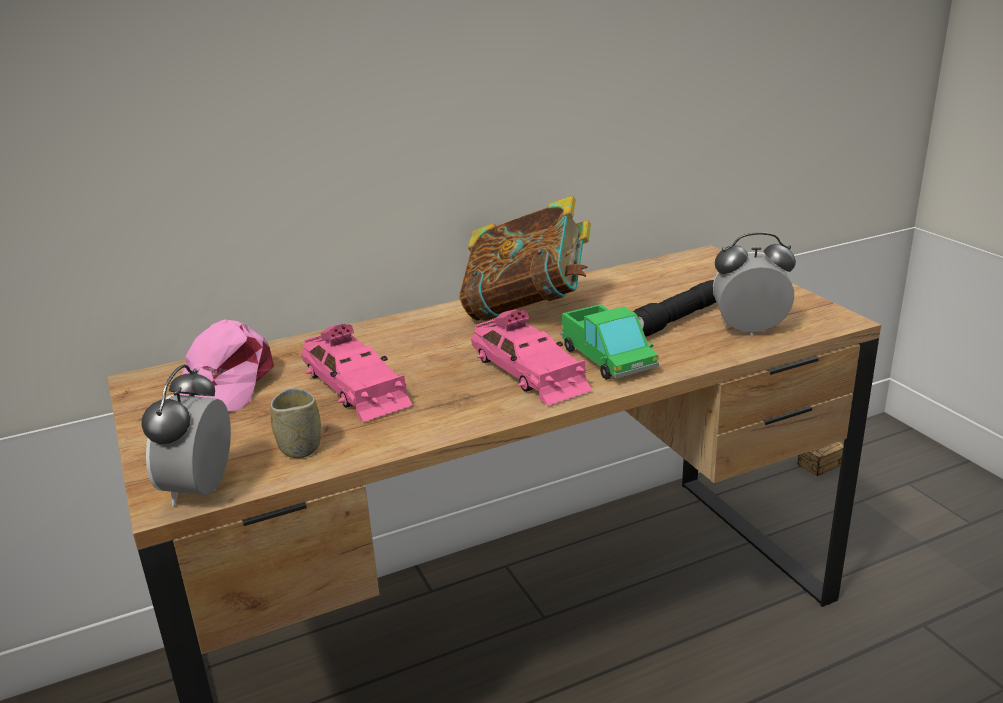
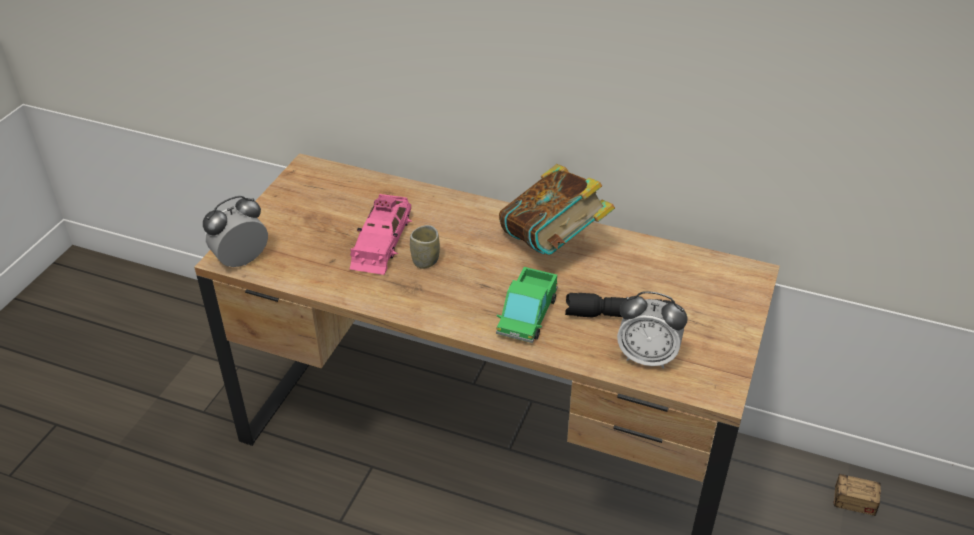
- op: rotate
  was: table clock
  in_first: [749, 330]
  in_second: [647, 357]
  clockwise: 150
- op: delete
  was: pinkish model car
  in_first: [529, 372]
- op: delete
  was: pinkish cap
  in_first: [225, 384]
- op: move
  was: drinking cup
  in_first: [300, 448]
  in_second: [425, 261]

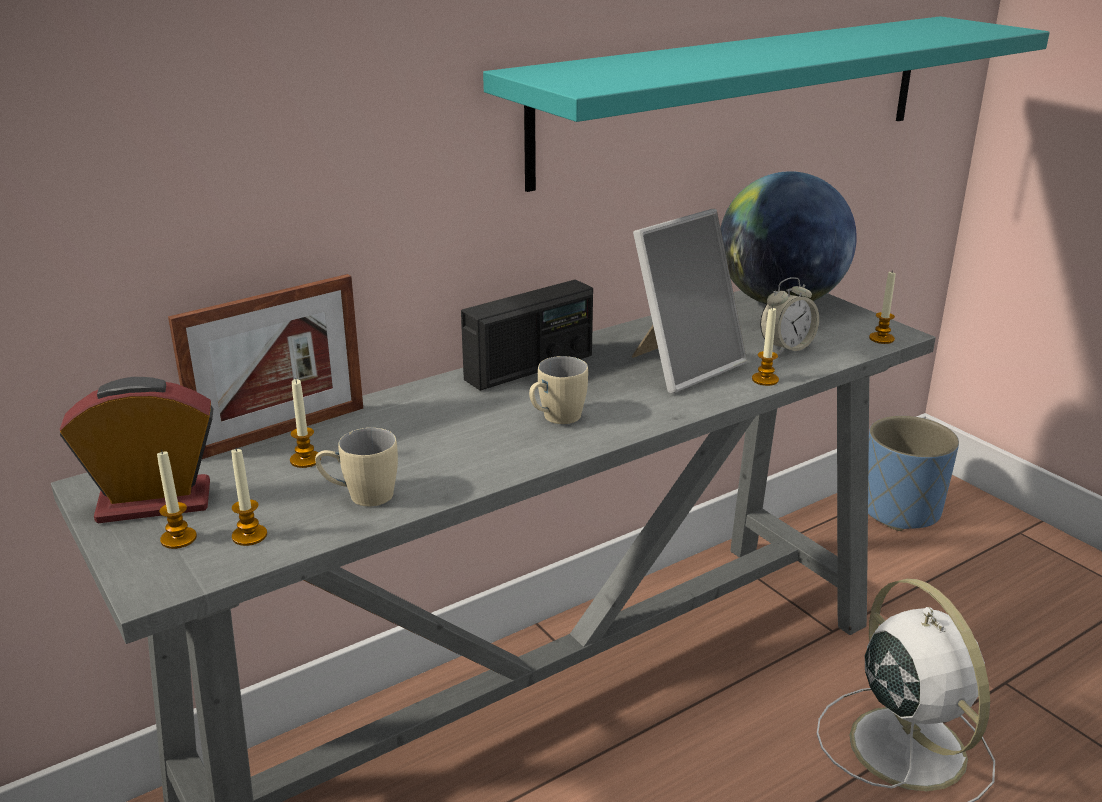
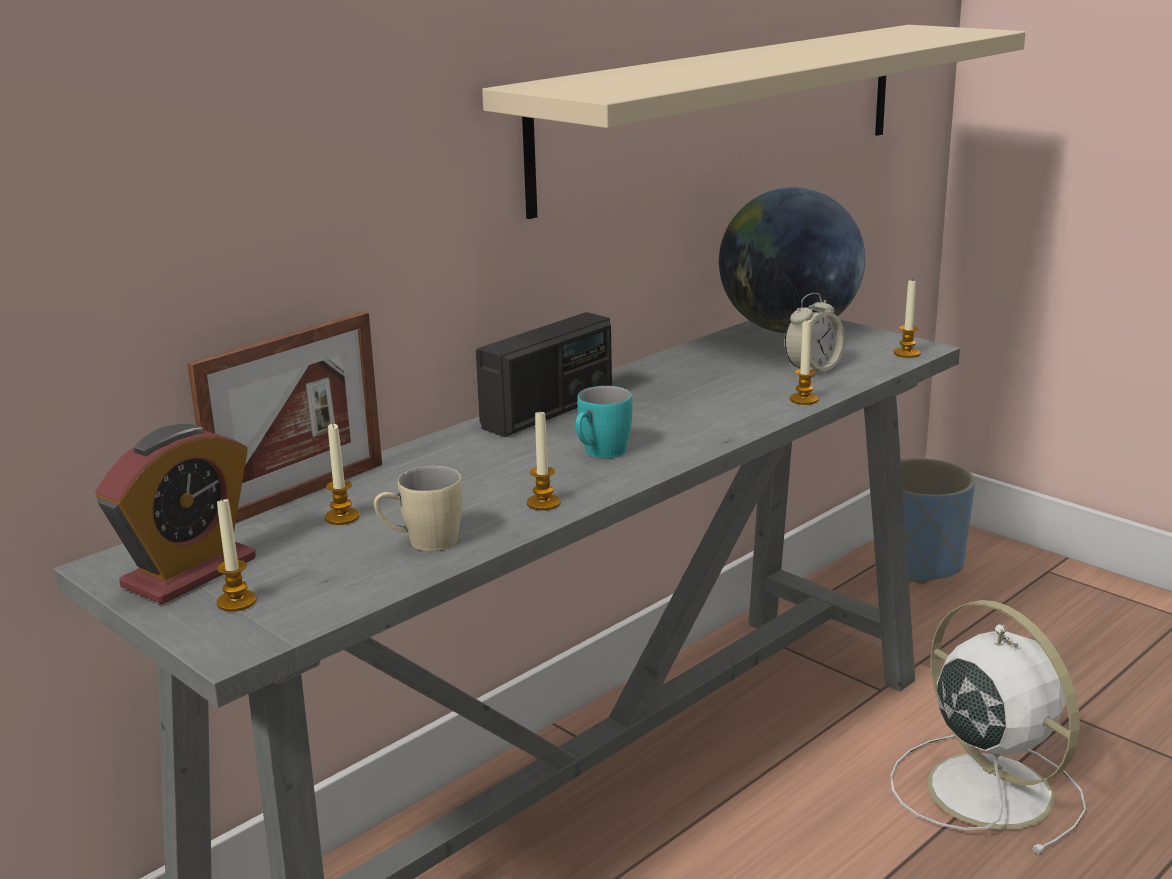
- op: recolor
  was: blue-green wall shelf
  now: beige-coloured wall shelf
  in_first: [739, 96]
  in_second: [727, 112]
- op: delete
  was: photo frame
  in_first: [682, 366]
- op: recolor
  was: beige-coloured tea mug
  now: blue-green tea mug
  in_first: [556, 419]
  in_second: [600, 454]
- op: rotate
  was: table clock
  in_first: [154, 502]
  in_second: [189, 573]
  clockwise: 150
- op: move
  was: candle
  in_first: [249, 536]
  in_second: [543, 503]

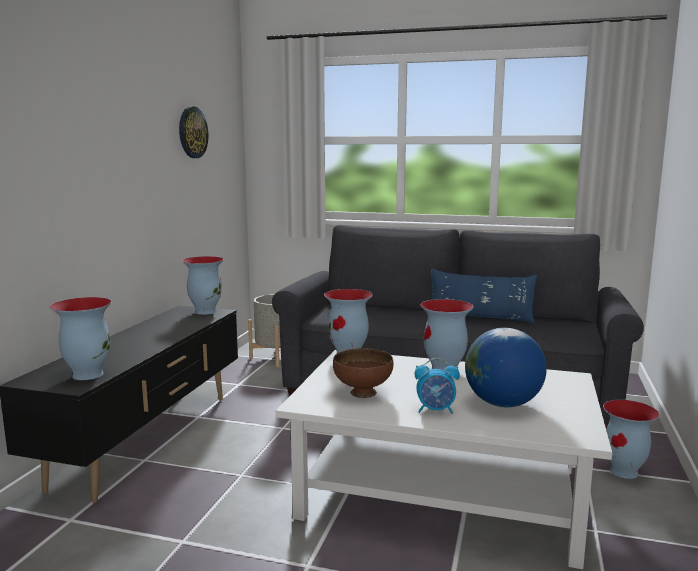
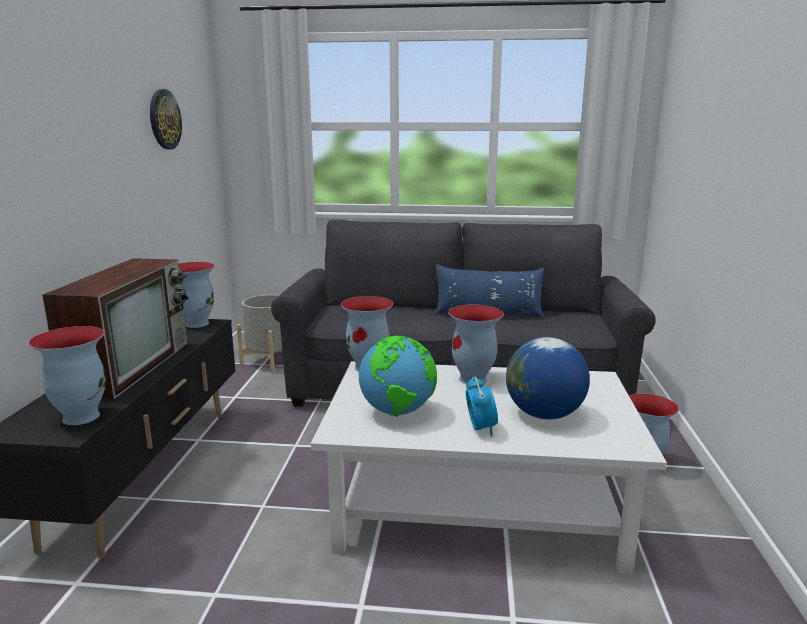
- op: replace
  was: brownish serving bowl
  now: desk globe
  in_first: [363, 392]
  in_second: [398, 412]
- op: rotate
  was: table clock
  in_first: [436, 410]
  in_second: [480, 428]
  clockwise: -90
- op: insert
  now: TV set
  in_second: [131, 366]

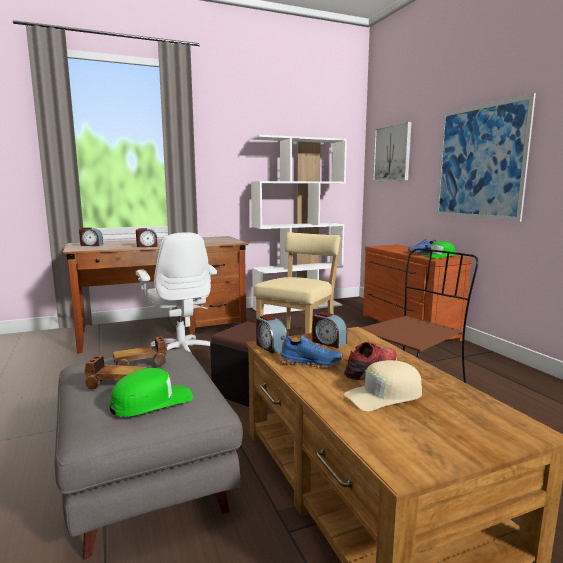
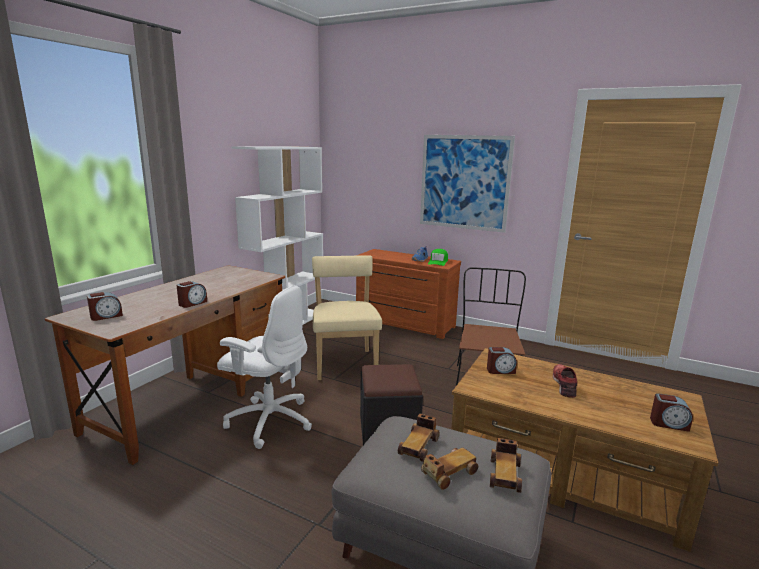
- op: delete
  was: wall picture
  in_first: [392, 153]
- op: move
  was: table clock
  in_first: [270, 347]
  in_second: [668, 424]
- op: delete
  was: blue shoe
  in_first: [310, 363]
- op: delete
  was: beige-coloured cap
  in_first: [384, 395]
- op: replace
  was: greenish cap
  now: model car
  in_first: [152, 401]
  in_second: [505, 474]

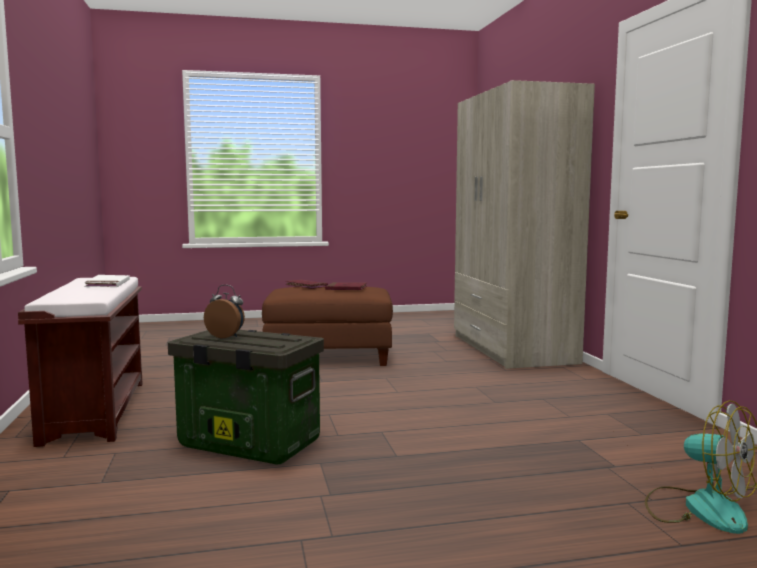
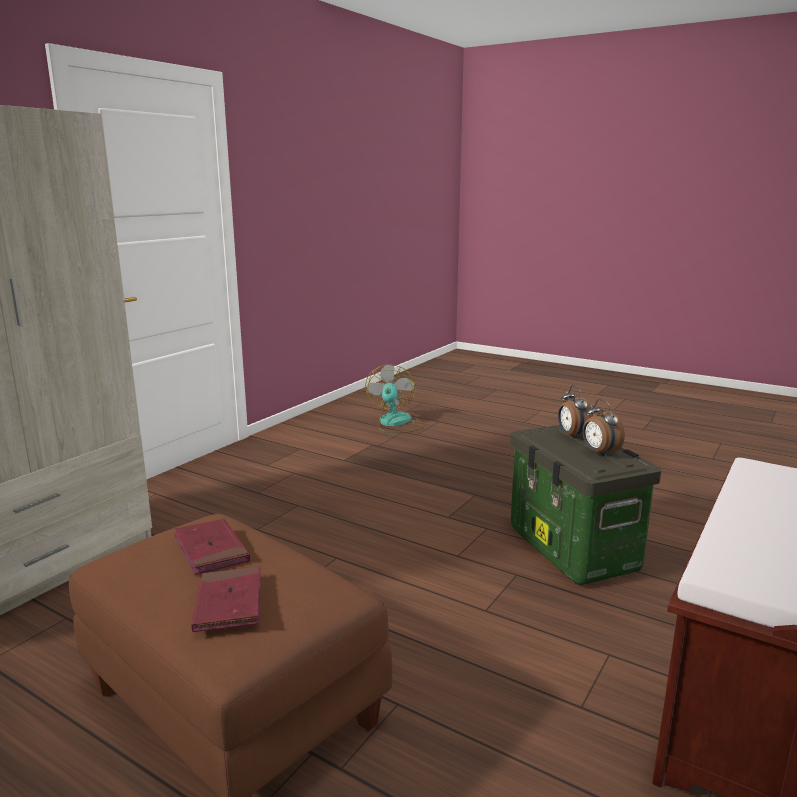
- op: delete
  was: white-coloured volume
  in_first: [107, 284]
- op: insert
  now: table clock
  in_second: [572, 435]

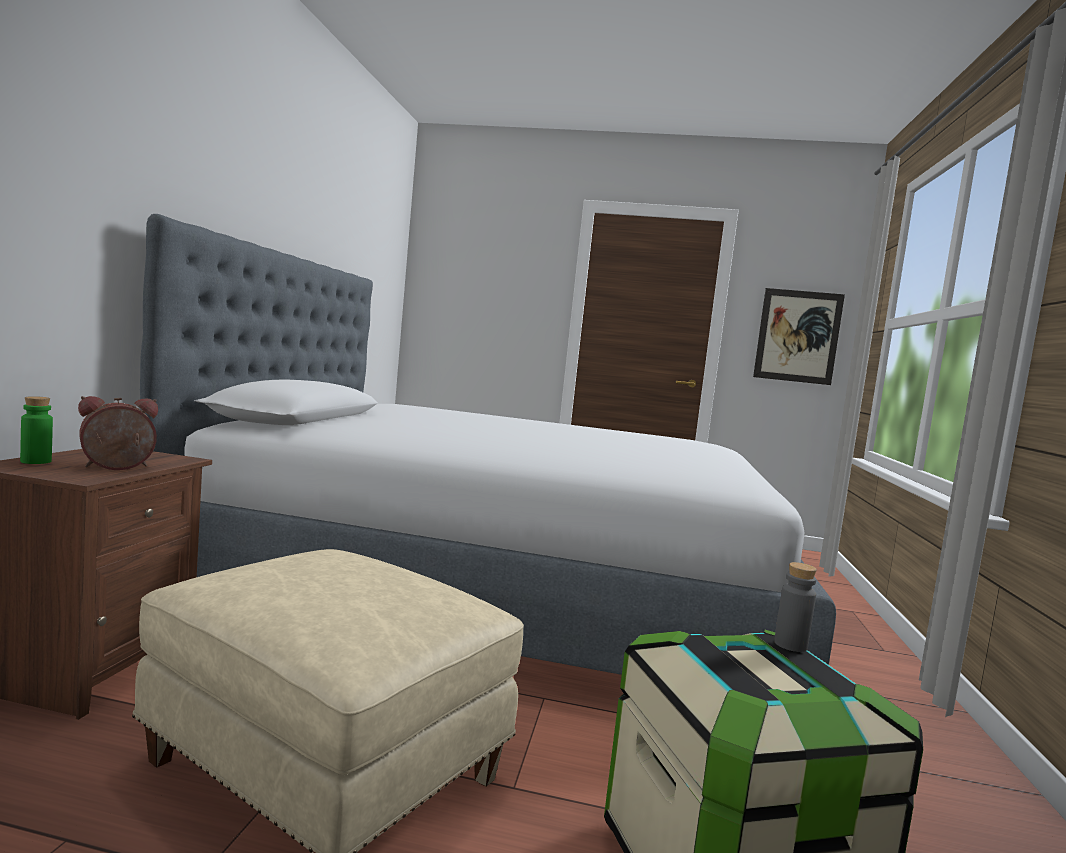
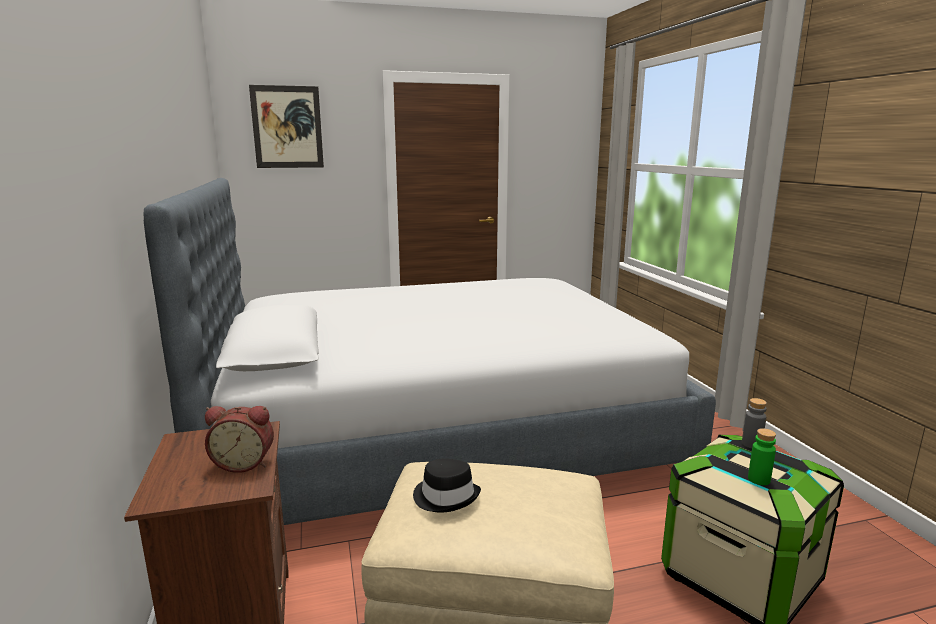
- op: move
  was: wall picture
  in_first: [797, 336]
  in_second: [287, 127]
- op: move
  was: greenish bottle
  in_first: [36, 461]
  in_second: [759, 479]
- op: rotate
  was: table clock
  in_first: [117, 468]
  in_second: [244, 463]
  clockwise: -120
- op: insert
  now: black hat
  in_second: [446, 496]

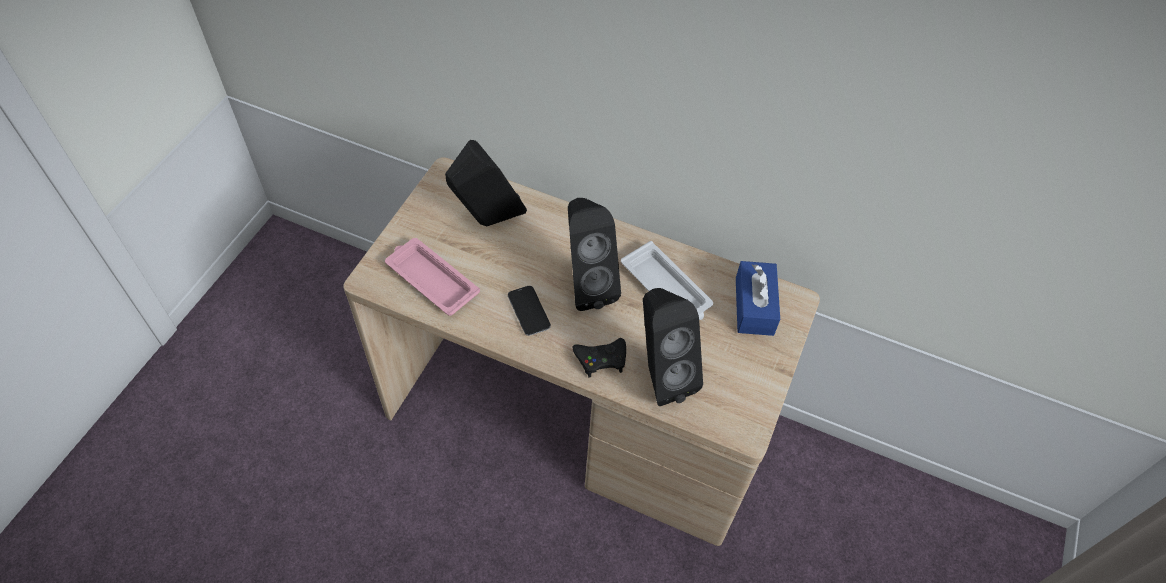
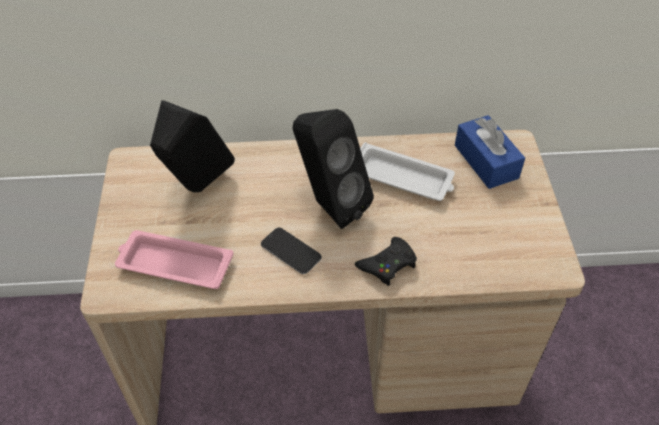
- op: delete
  was: black audio speaker
  in_first: [660, 374]

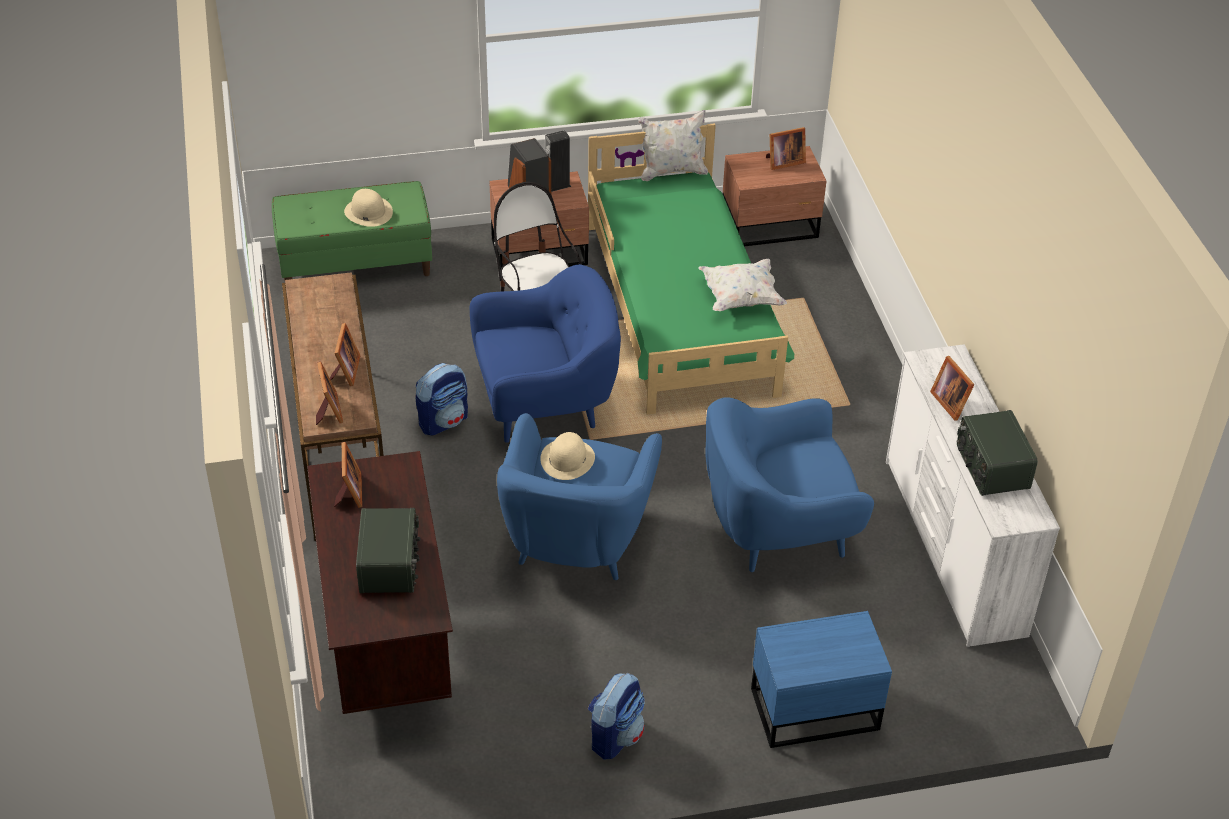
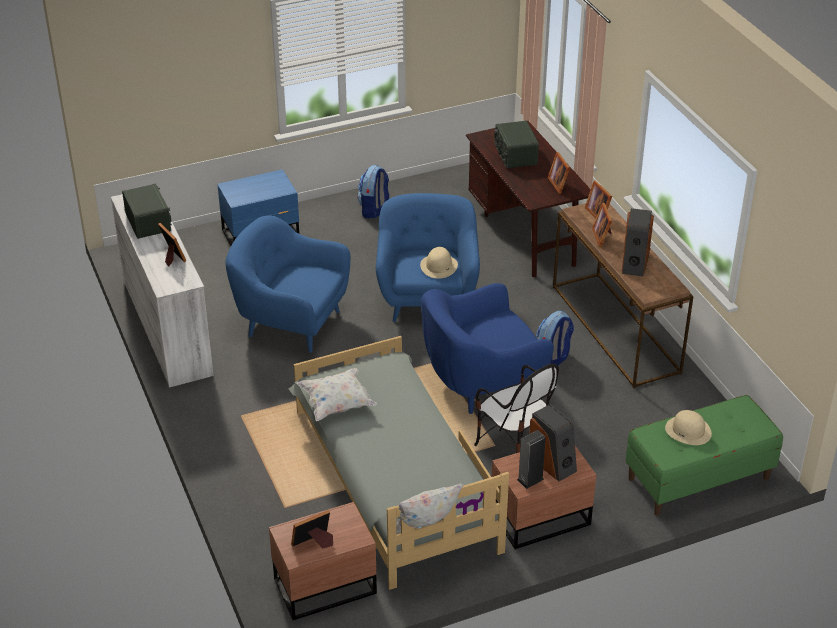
- op: recolor
  was: greenish bed
  now: grey bed
  in_first: [681, 309]
  in_second: [393, 479]
- op: rotate
  was: blue lounge chair
  in_first: [778, 528]
  in_second: [291, 322]
  clockwise: -135
- op: insert
  now: audio speaker
  in_second: [634, 262]

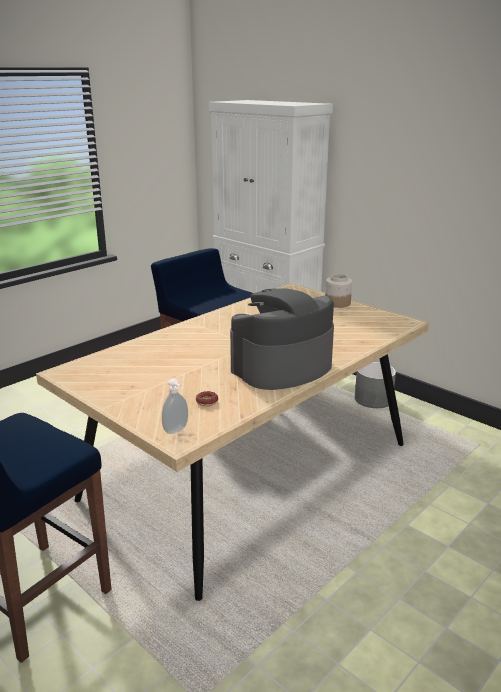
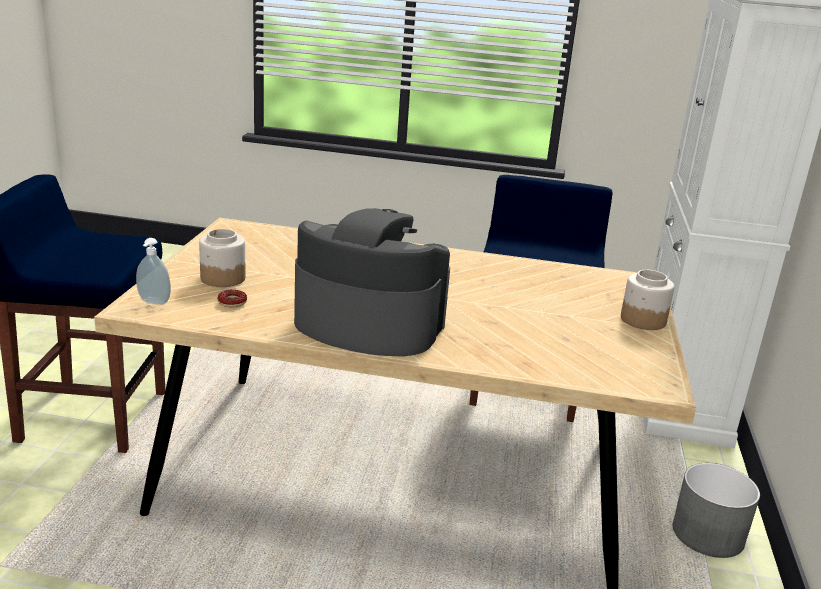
- op: insert
  now: storage jar
  in_second: [222, 278]

